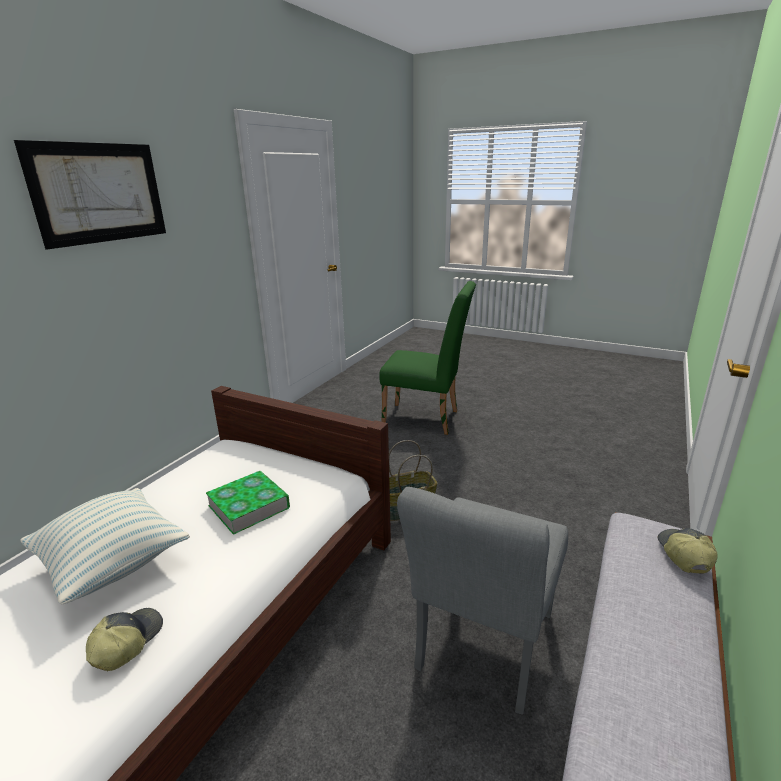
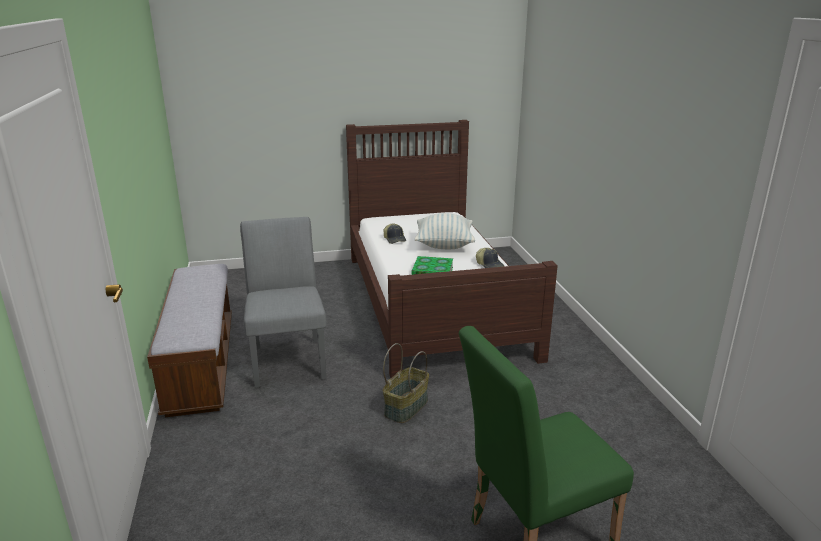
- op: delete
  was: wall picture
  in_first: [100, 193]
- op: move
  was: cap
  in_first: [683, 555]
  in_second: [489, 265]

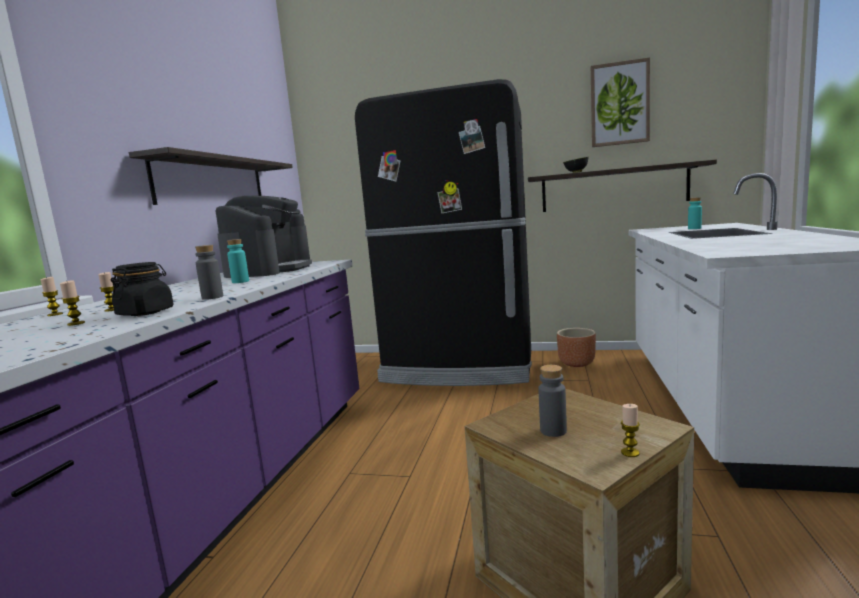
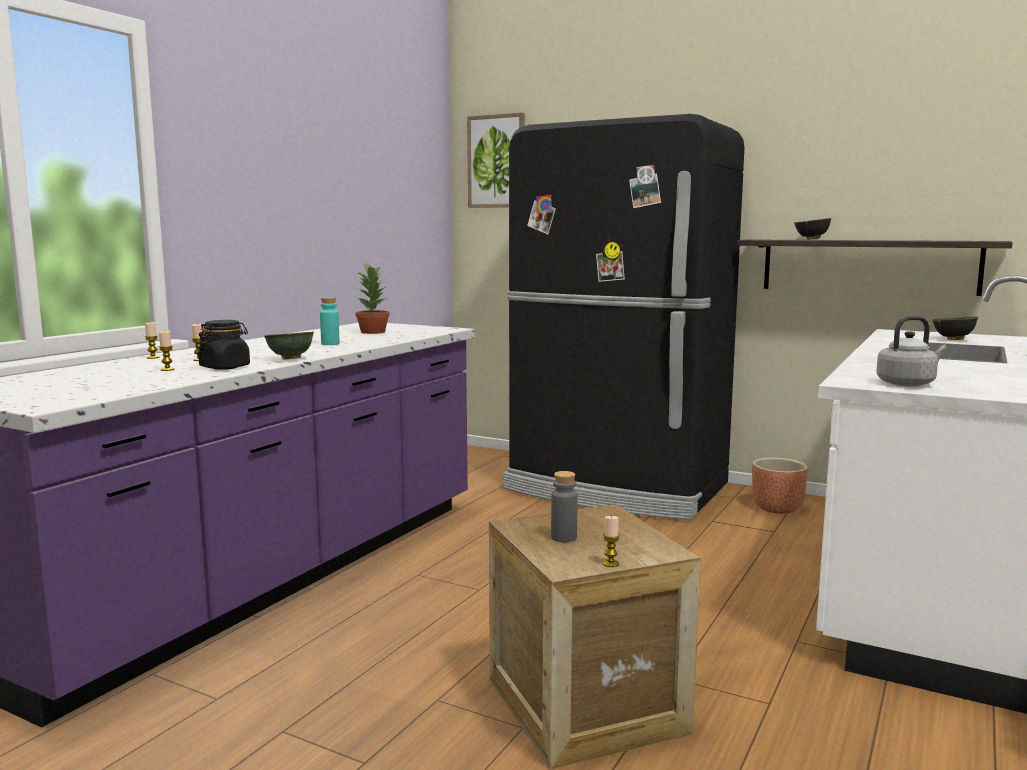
- op: move
  was: wall picture
  in_first: [619, 104]
  in_second: [497, 161]
- op: delete
  was: wall shelf
  in_first: [212, 182]
- op: replace
  was: coffee machine
  now: houseplant
  in_first: [270, 270]
  in_second: [373, 332]
- op: replace
  was: blue-green bottle
  now: black serving bowl
  in_first: [694, 228]
  in_second: [953, 340]
- op: replace
  was: grey bottle
  now: greenish serving bowl
  in_first: [212, 297]
  in_second: [290, 359]
- op: insert
  now: grey kettle
  in_second: [908, 383]

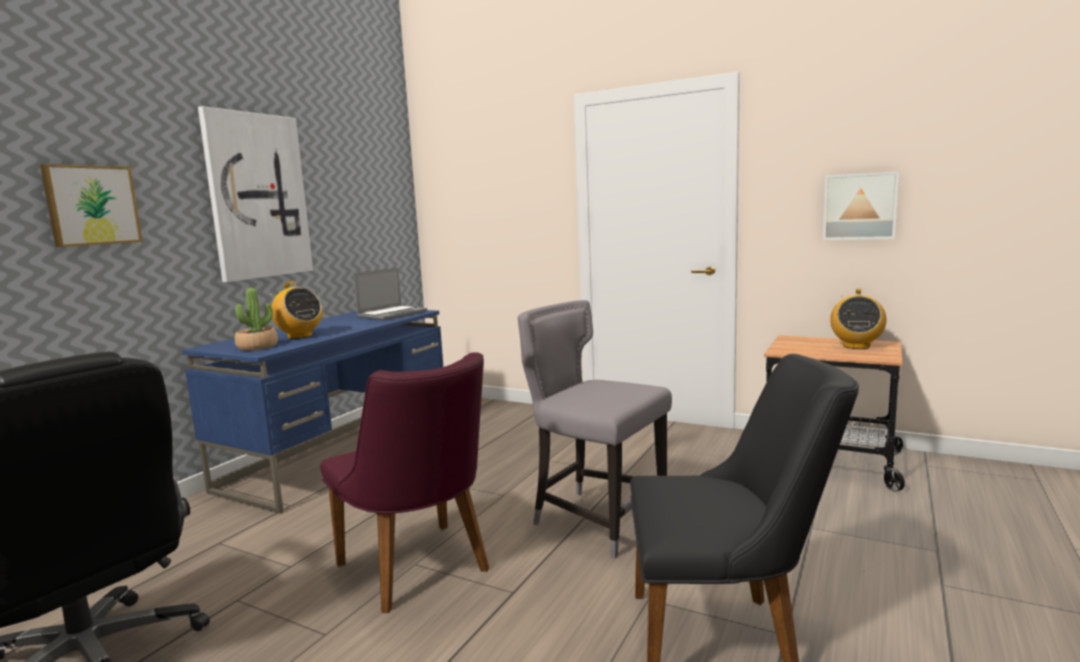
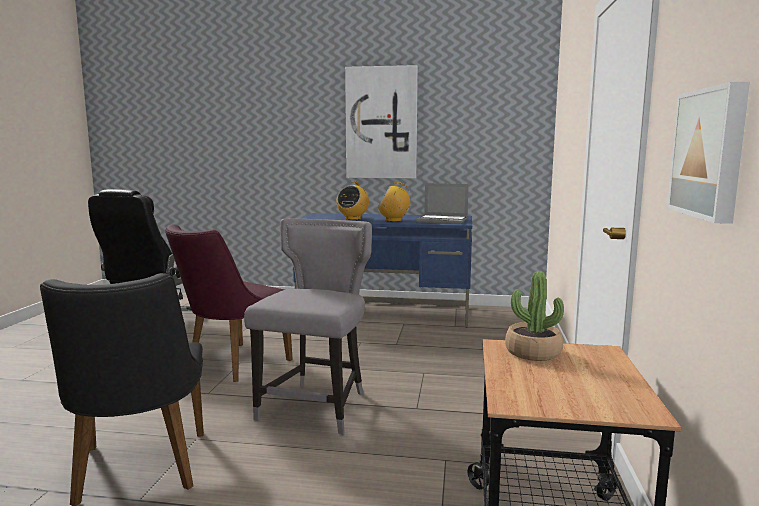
- op: delete
  was: wall picture
  in_first: [91, 205]
- op: move
  was: houseplant
  in_first: [257, 347]
  in_second: [533, 352]
- op: move
  was: radio receiver
  in_first: [856, 346]
  in_second: [394, 220]

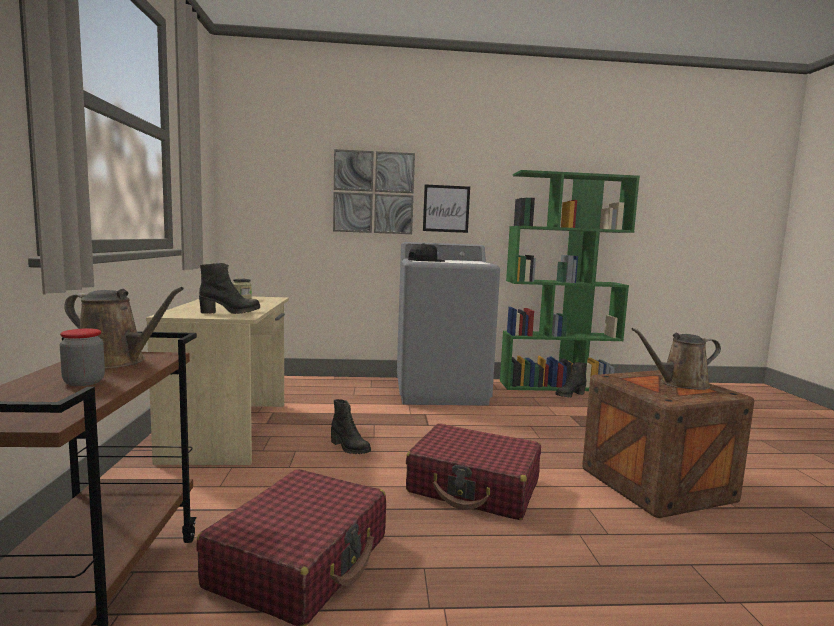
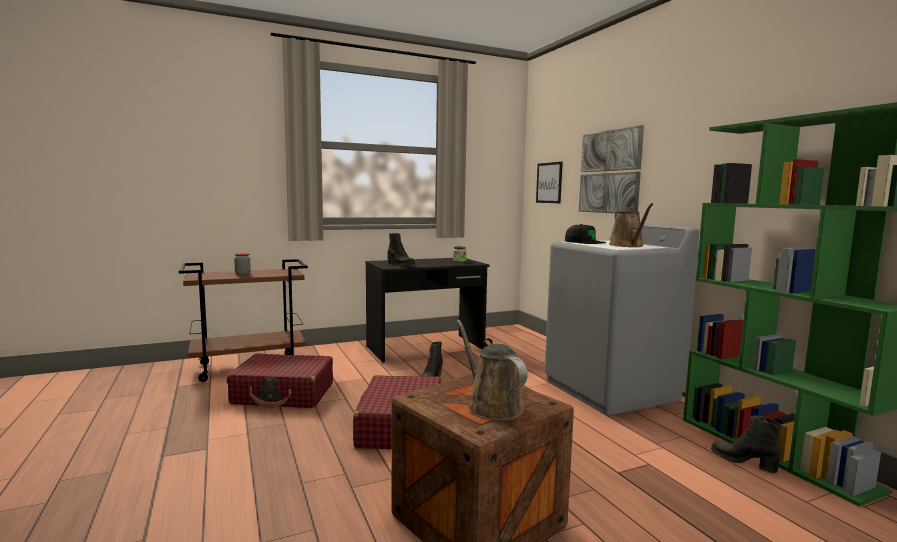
- op: move
  was: wall picture
  in_first: [446, 208]
  in_second: [549, 183]
- op: move
  was: brownish watering pot
  in_first: [116, 361]
  in_second: [628, 246]
- op: recolor
  was: beige-coloured desk
  now: black desk
  in_first: [231, 430]
  in_second: [426, 348]

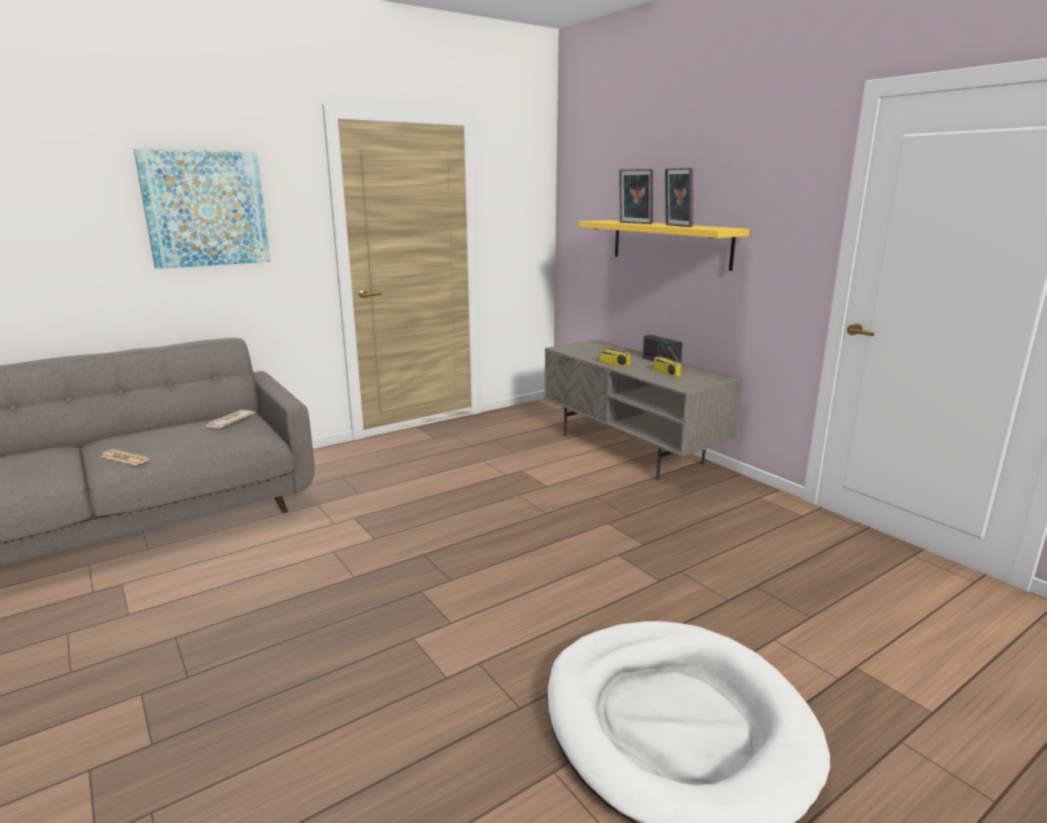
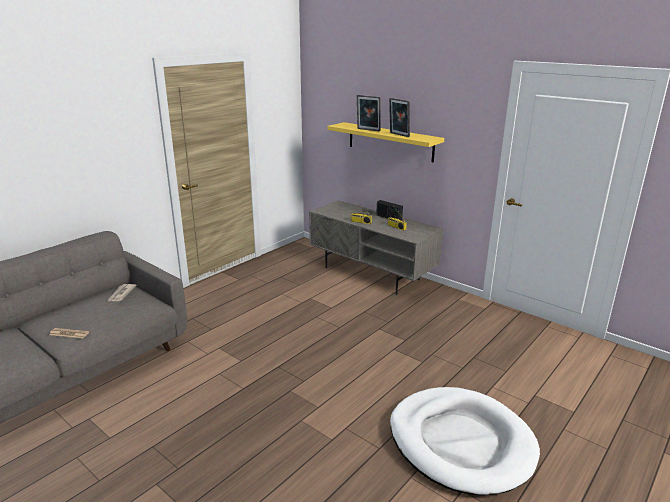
- op: delete
  was: wall picture
  in_first: [206, 209]

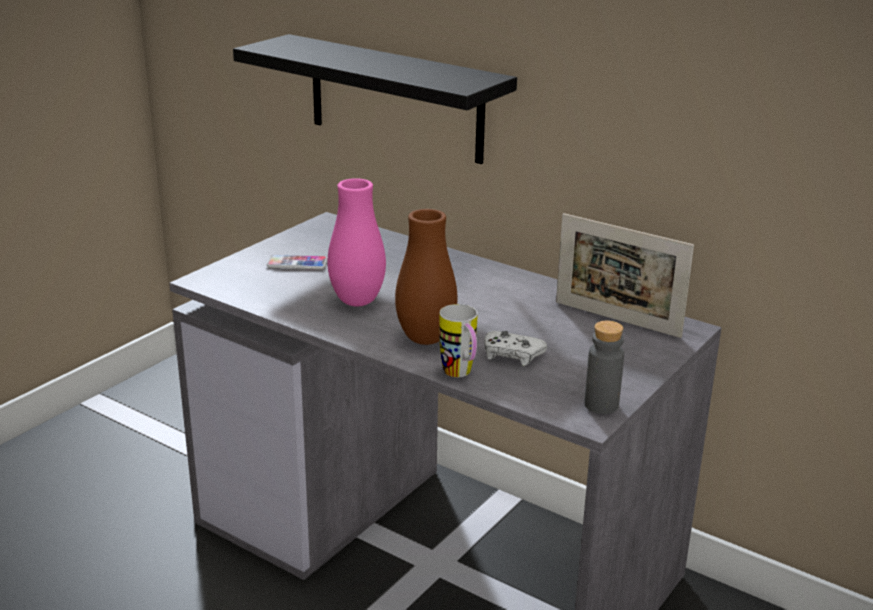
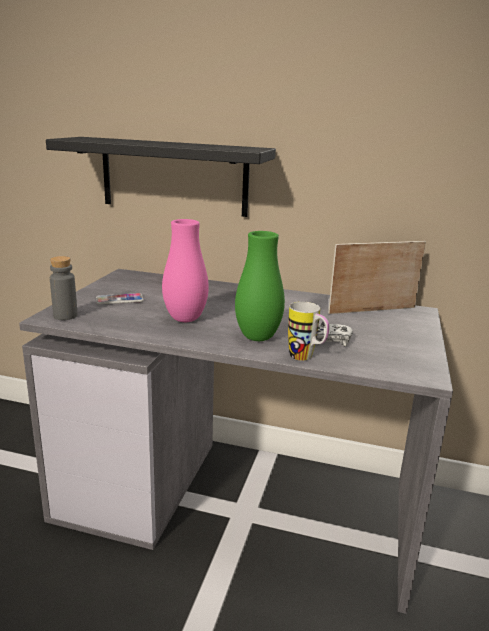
- op: recolor
  was: brownish vase
  now: greenish vase
  in_first: [425, 339]
  in_second: [257, 337]
- op: rotate
  was: photo frame
  in_first: [617, 319]
  in_second: [372, 310]
  clockwise: 150
- op: move
  was: grey bottle
  in_first: [601, 405]
  in_second: [65, 316]

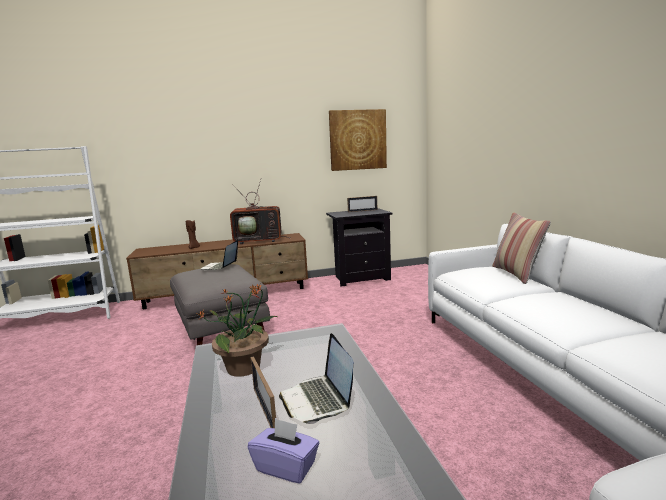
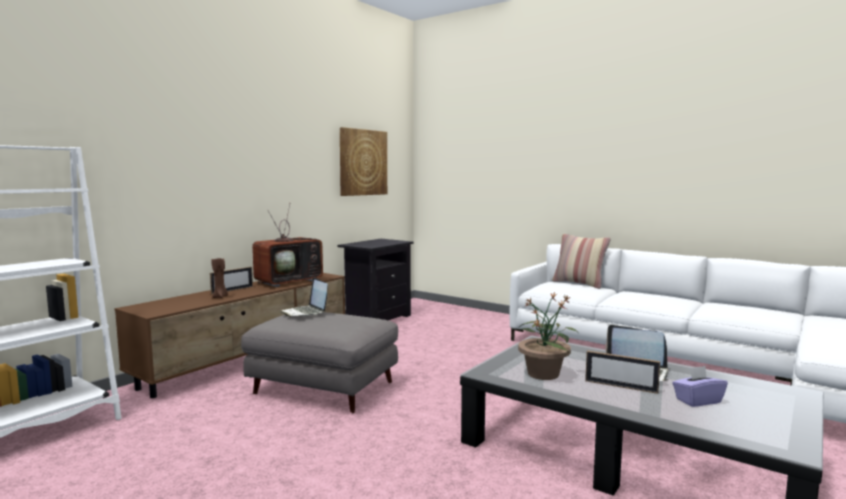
- op: move
  was: photo frame
  in_first: [362, 211]
  in_second: [232, 290]

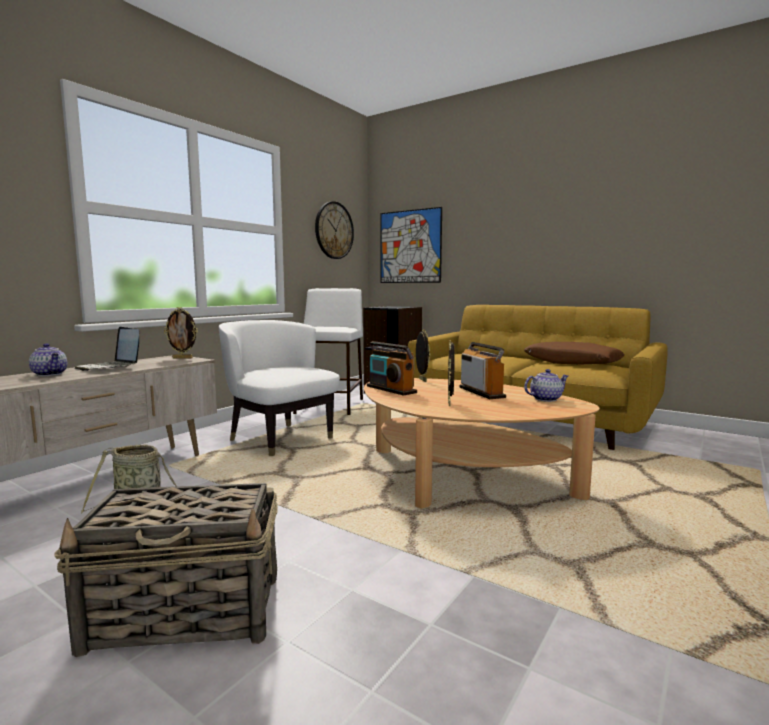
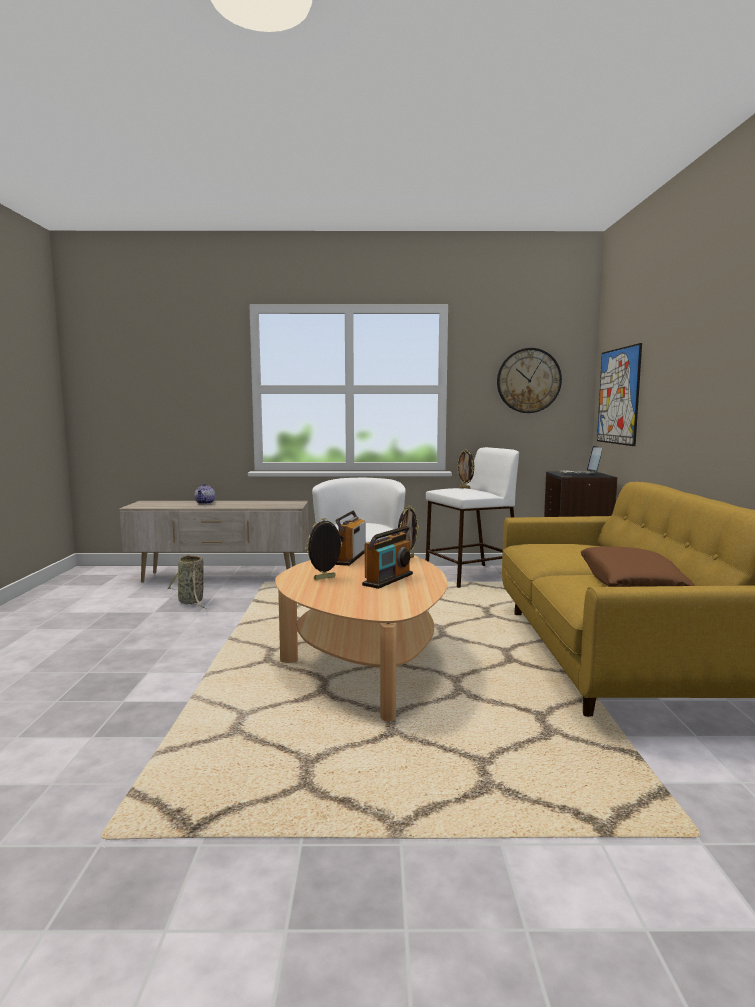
- op: move
  was: photo frame
  in_first: [183, 358]
  in_second: [465, 488]
- op: move
  was: notebook computer
  in_first: [110, 367]
  in_second: [580, 474]
- op: delete
  was: tea pot
  in_first: [545, 399]
- op: delete
  was: basket
  in_first: [188, 613]

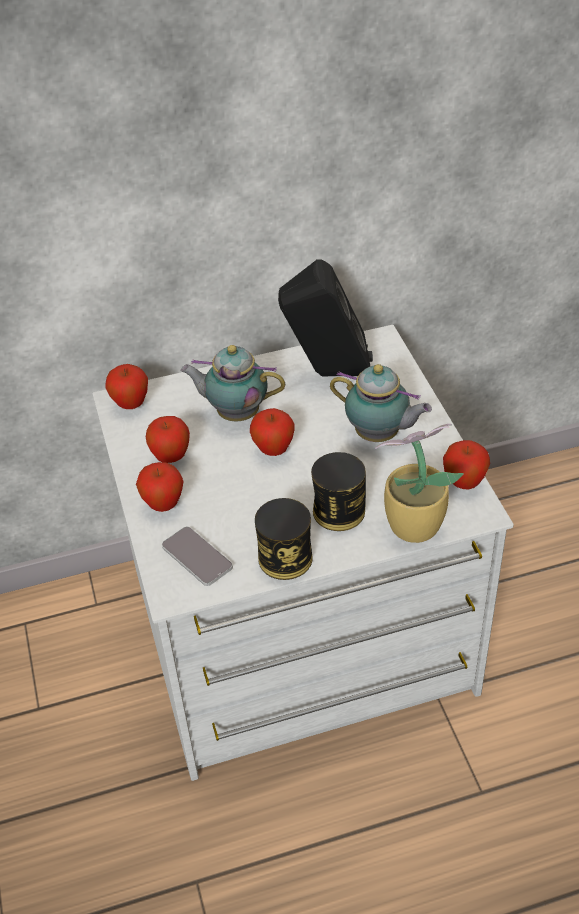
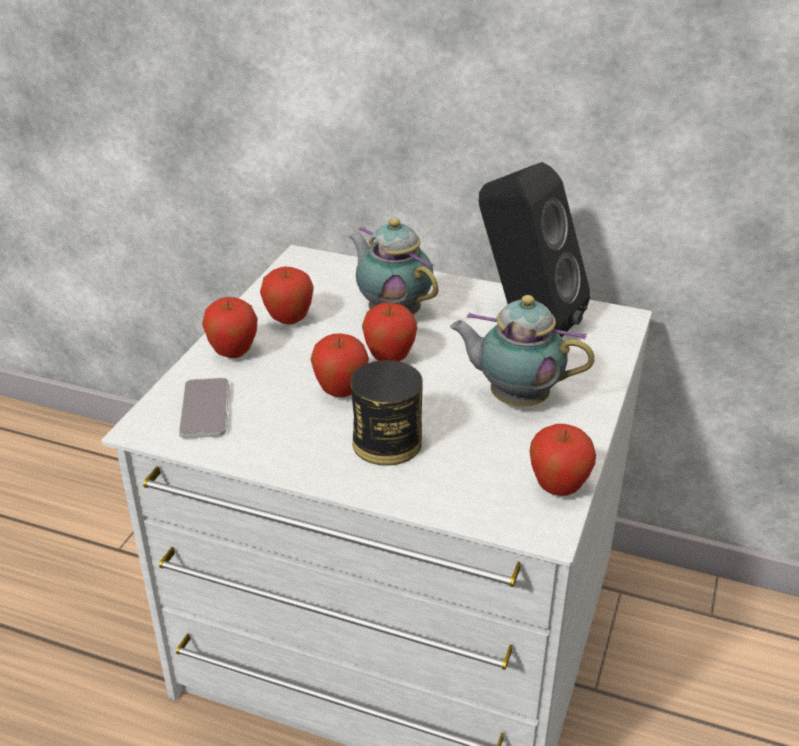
- op: move
  was: apple
  in_first: [131, 404]
  in_second: [341, 392]
- op: rotate
  was: tea pot
  in_first: [379, 435]
  in_second: [515, 398]
  clockwise: 135
- op: delete
  was: houseplant
  in_first: [411, 526]
- op: delete
  was: metal can
  in_first: [285, 558]

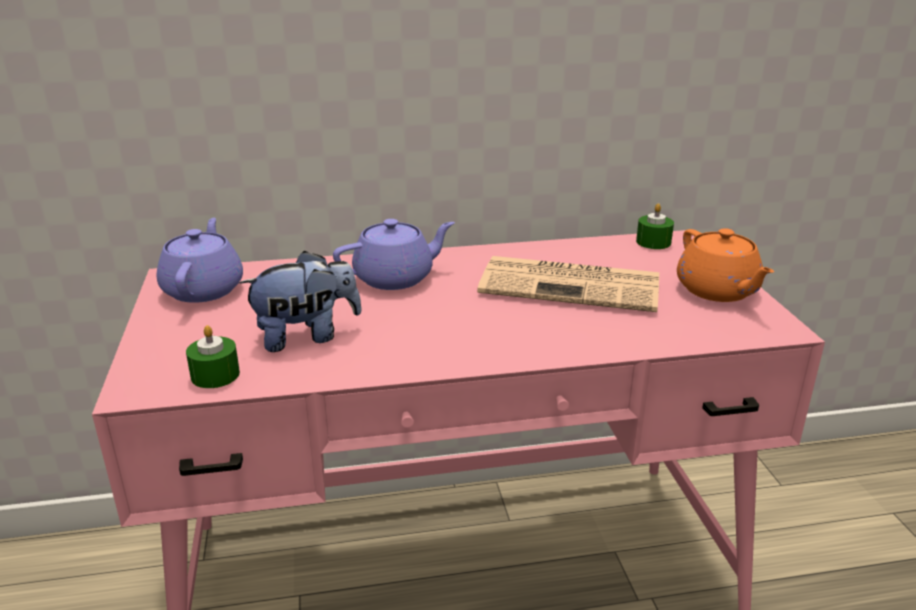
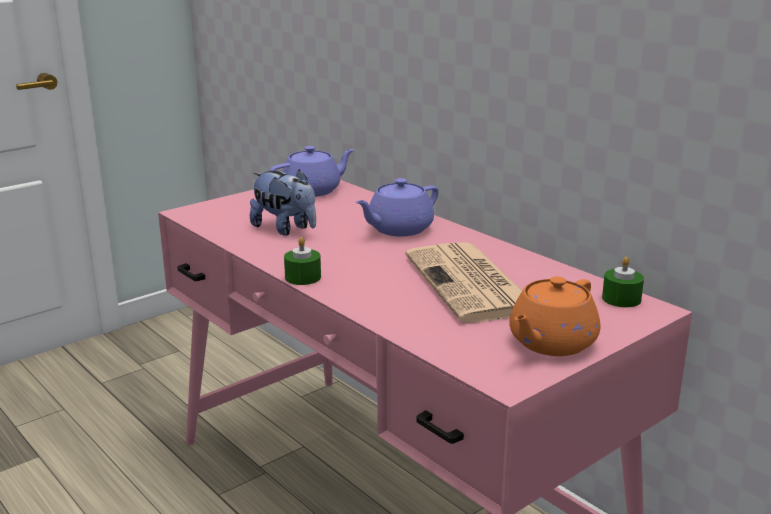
- op: rotate
  was: purple-coloured tea pot
  in_first: [395, 278]
  in_second: [398, 229]
  clockwise: 105
- op: move
  was: greenish candle
  in_first: [215, 375]
  in_second: [303, 277]

